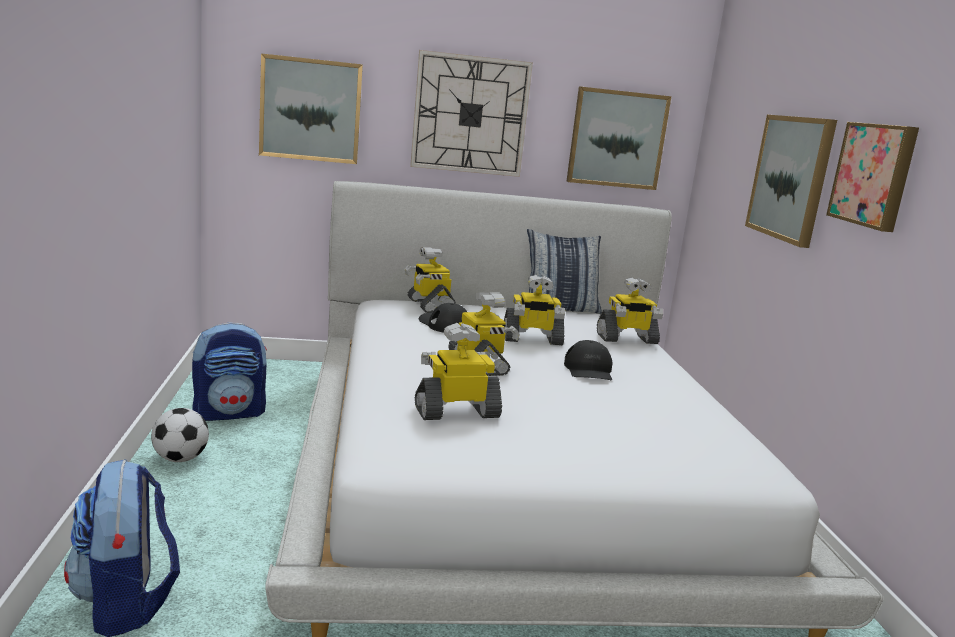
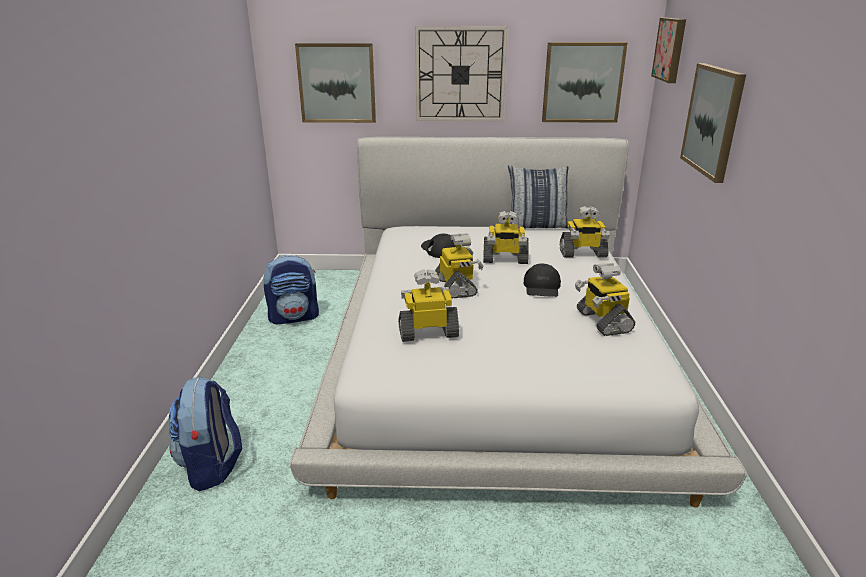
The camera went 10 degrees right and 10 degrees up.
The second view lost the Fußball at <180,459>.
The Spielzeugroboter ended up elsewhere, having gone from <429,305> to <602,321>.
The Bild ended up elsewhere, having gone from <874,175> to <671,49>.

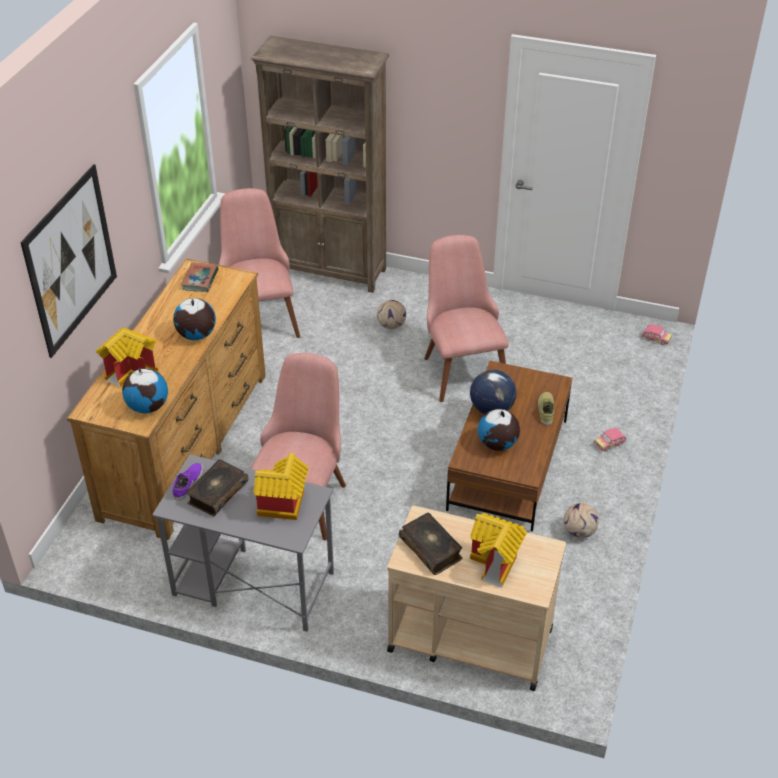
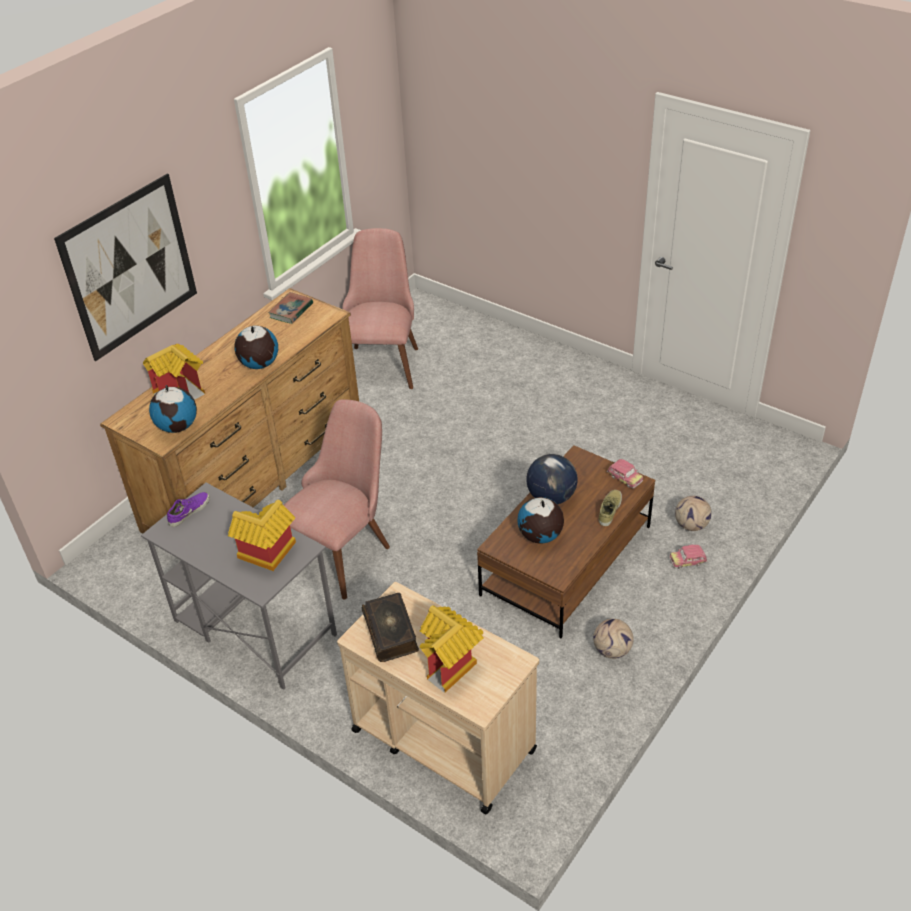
The camera went 20 degrees right and 0 degrees up.
The second view lost the Buch at <217,493>.
The second view lost the Bücherregal [braun] at <330,271>.
The second view lost the Stuhl [rosa] at <461,366>.
The Fußball ended up elsewhere, having gone from <392,325> to <691,525>.
The Spielzeugauto ended up elsewhere, having gone from <656,339> to <624,478>.

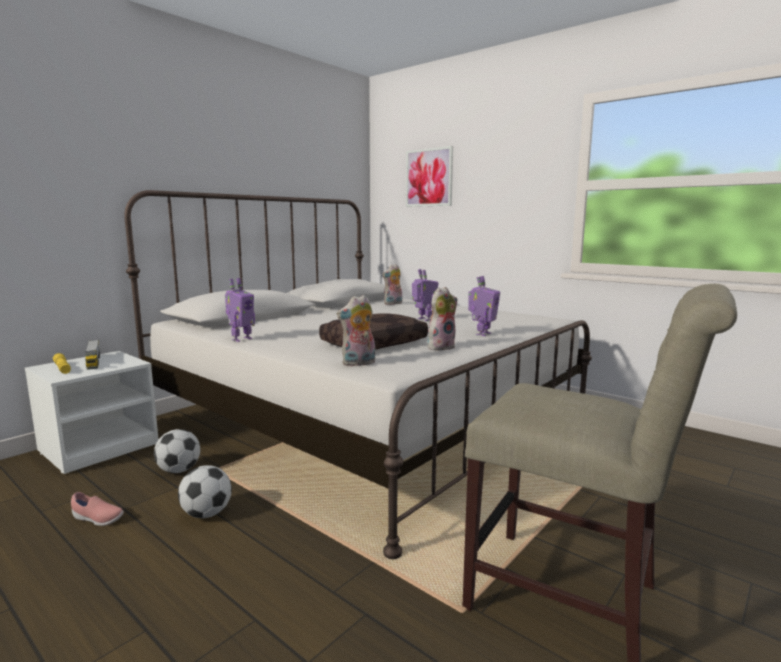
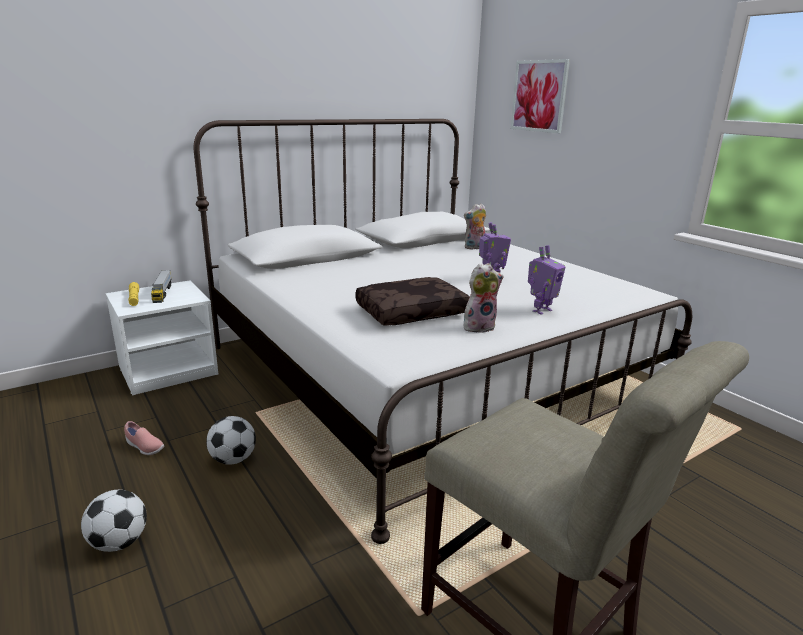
The camera went 15 degrees right and 10 degrees up.
The second view lost the Spielzeugroboter at <241,339>.
The second view lost the Plüschtier at <358,363>.
The Fußball ended up elsewhere, having gone from <179,470> to <119,542>.

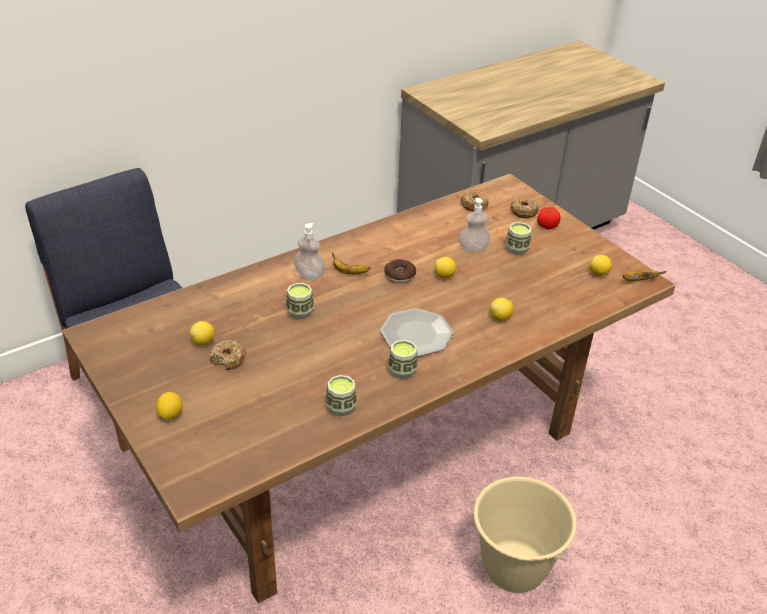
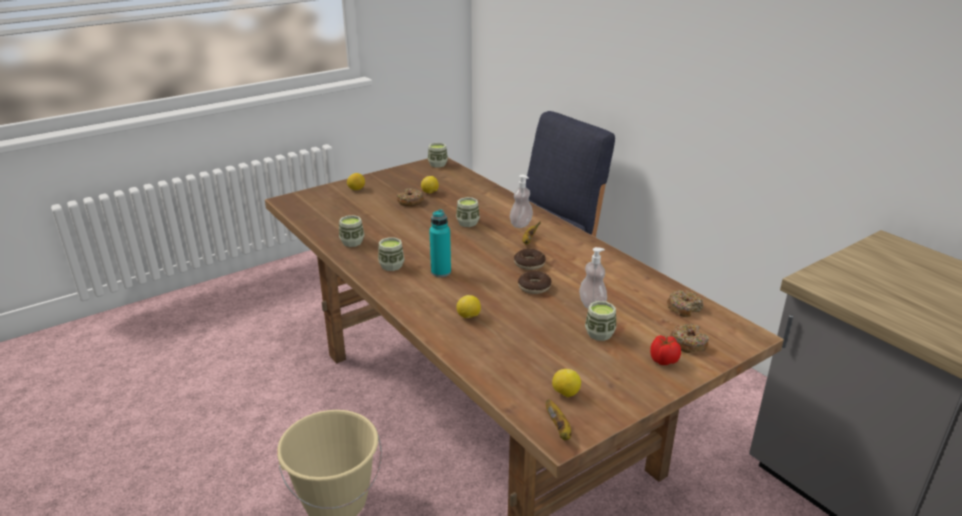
The camera went 90 degrees right and 10 degrees down.
The second view gained the Tasse at <438,164>.
Where the Teller stood at <416,334>, the Flasche [türkis] came to stand at <441,272>.
Where the Zitrone stood at <444,276>, the Donut came to stand at <534,287>.

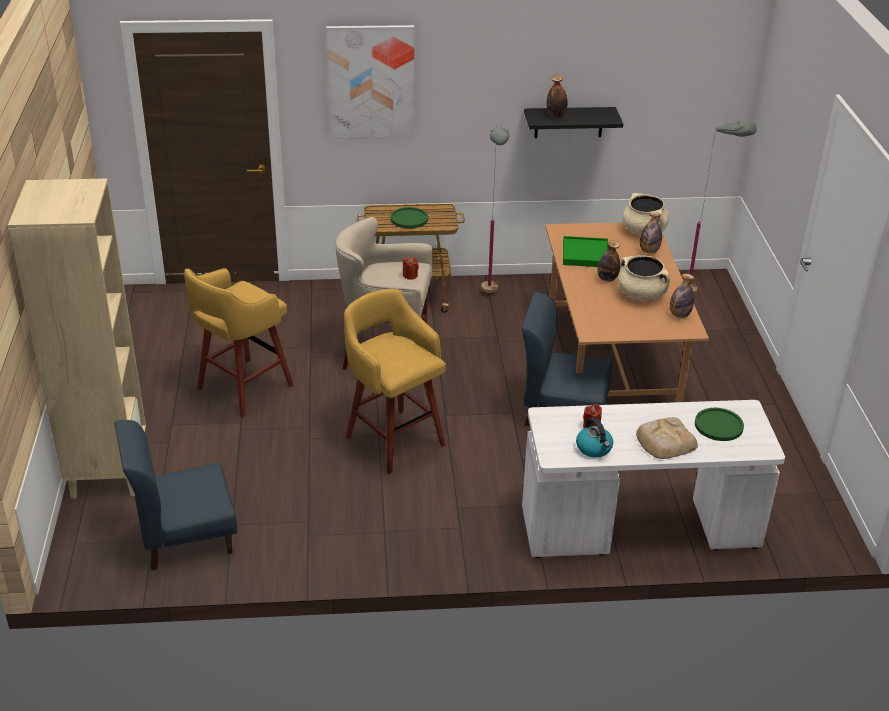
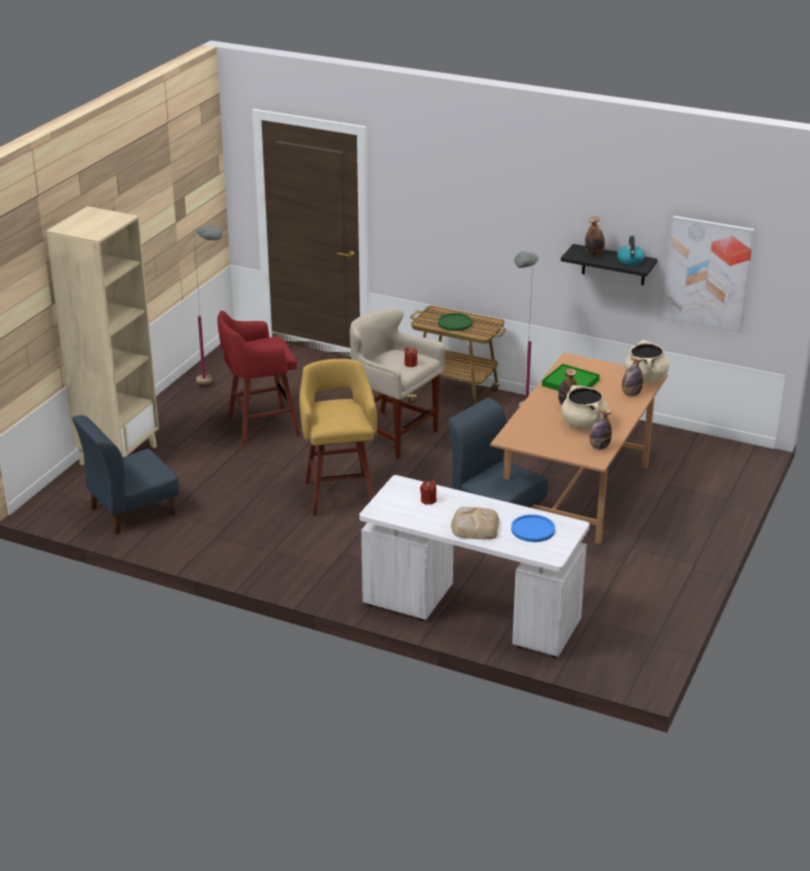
The camera went 30 degrees right and 5 degrees down.
The Bild ended up elsewhere, having gone from <371,82> to <708,273>.
The Wasserkessel ended up elsewhere, having gone from <594,448> to <630,261>.
The Stehlampe [grau] ended up elsewhere, having gone from <702,295> to <214,388>.
What was the Hocker [gelb] at <242,388> turned into the Hocker [rot] at <260,428>.
What was the Teller [grün] at <718,425> turned into the Teller [blau] at <533,529>.
The Stuhl [blau] at <185,537> ended up facing another way, 45 degrees counterclockwise from before.

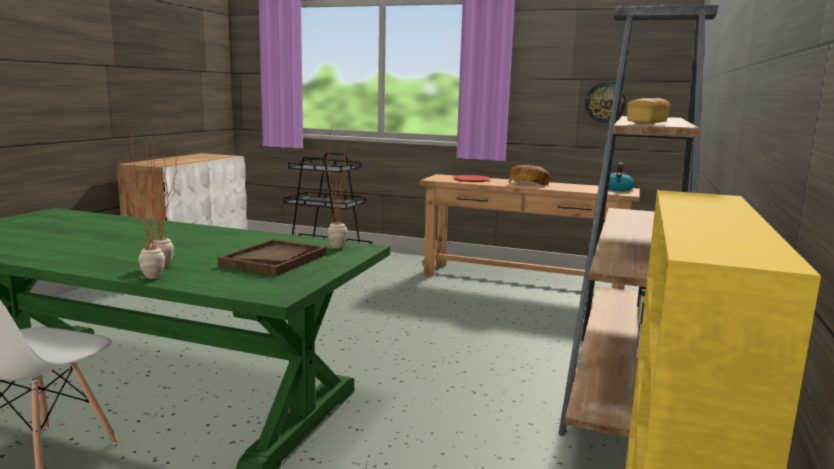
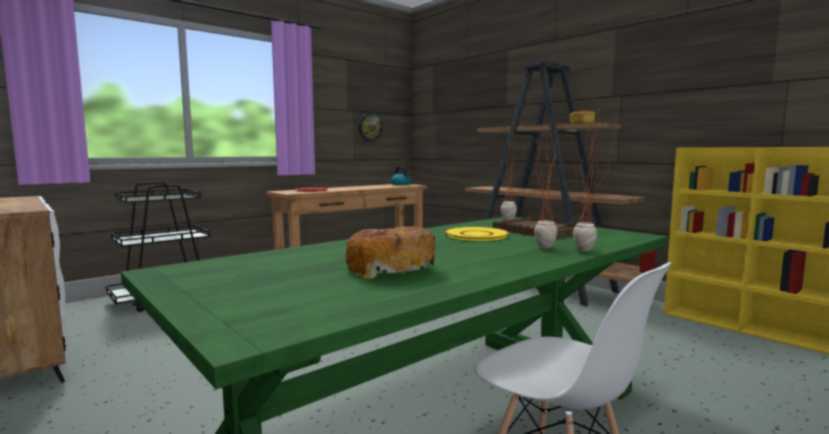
The camera went 60 degrees left and 5 degrees down.
The second view gained the Teller [gelb] at <476,235>.
The Brot ended up elsewhere, having gone from <528,183> to <388,269>.

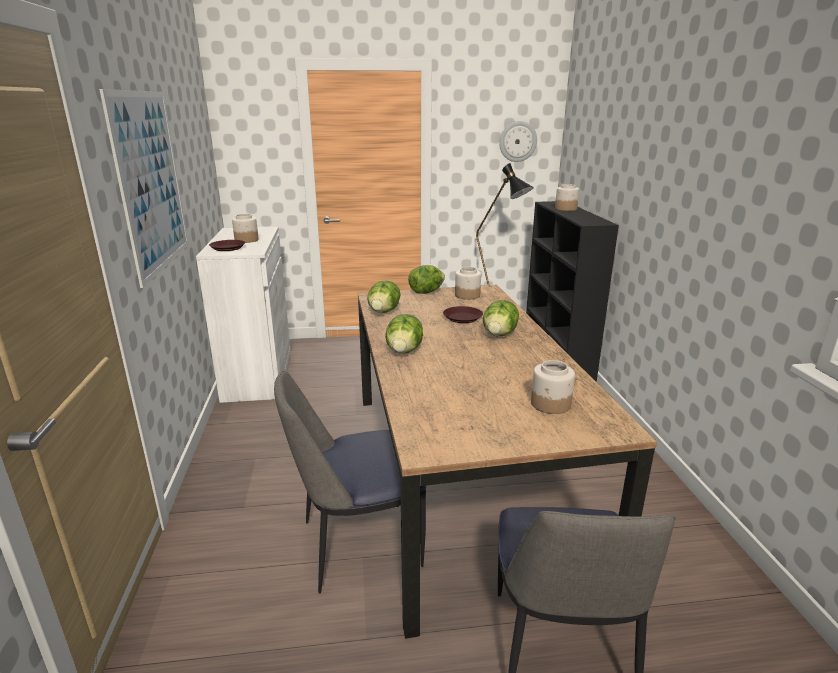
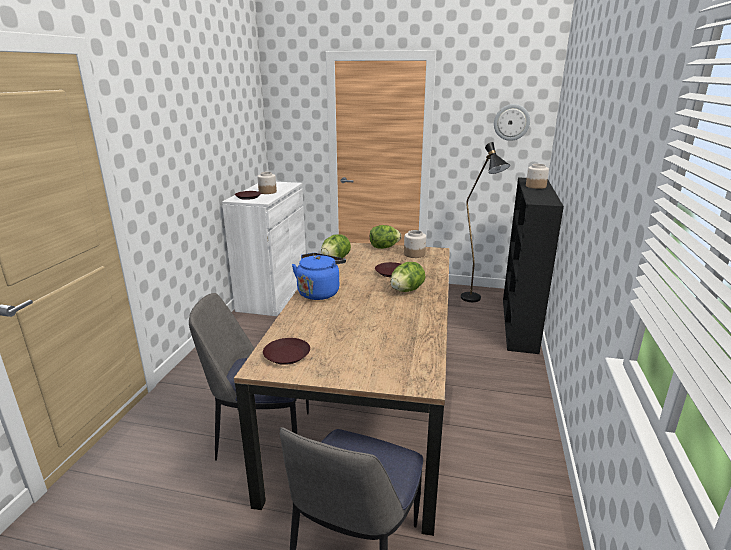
The camera went 20 degrees right and 0 degrees up.
The second view lost the Bild at <151,182>.
The second view lost the Vorratsglas at <551,404>.
The second view gained the Teller [braun] at <287,355>.
Where the Salatkopf stood at <404,351>, the Wasserkessel [blau] came to stand at <319,292>.

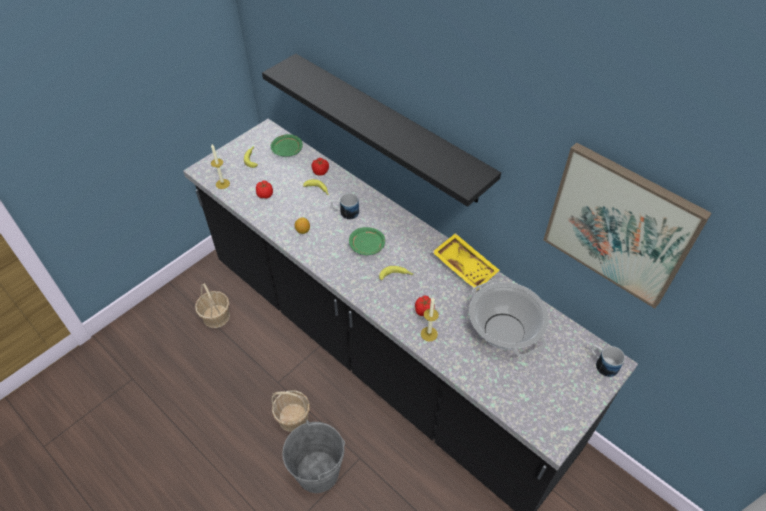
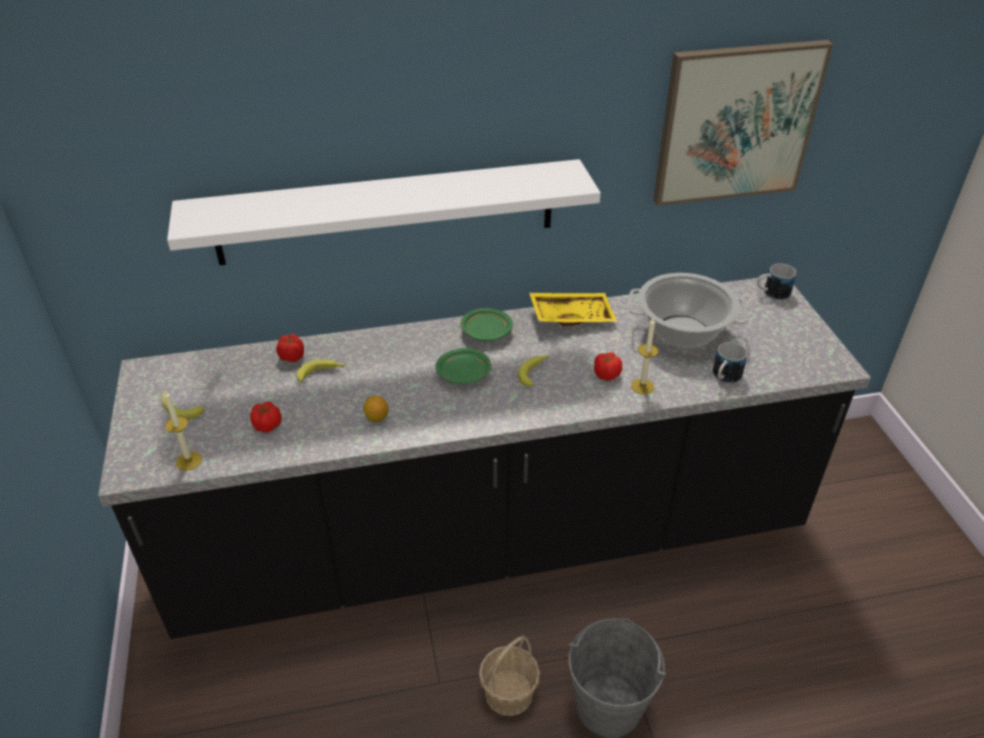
The camera went 55 degrees left and 10 degrees down.
The second view lost the Korb at <216,316>.
The Teller [grün] ended up elsewhere, having gone from <287,150> to <485,332>.
The Henkelbecher ended up elsewhere, having gone from <345,213> to <724,378>.
What was the Wandregal [schwarz] at <388,127> turned into the Wandregal [weiß] at <386,212>.

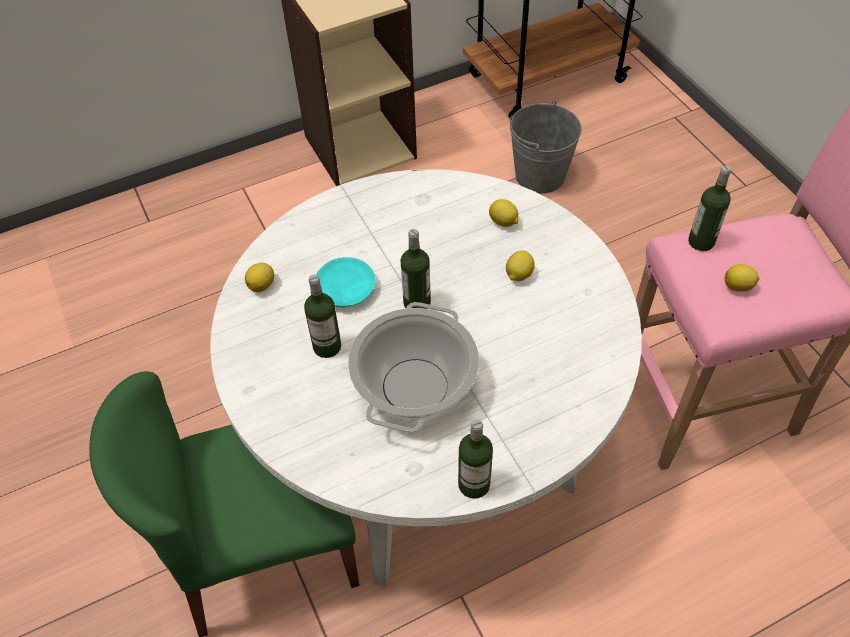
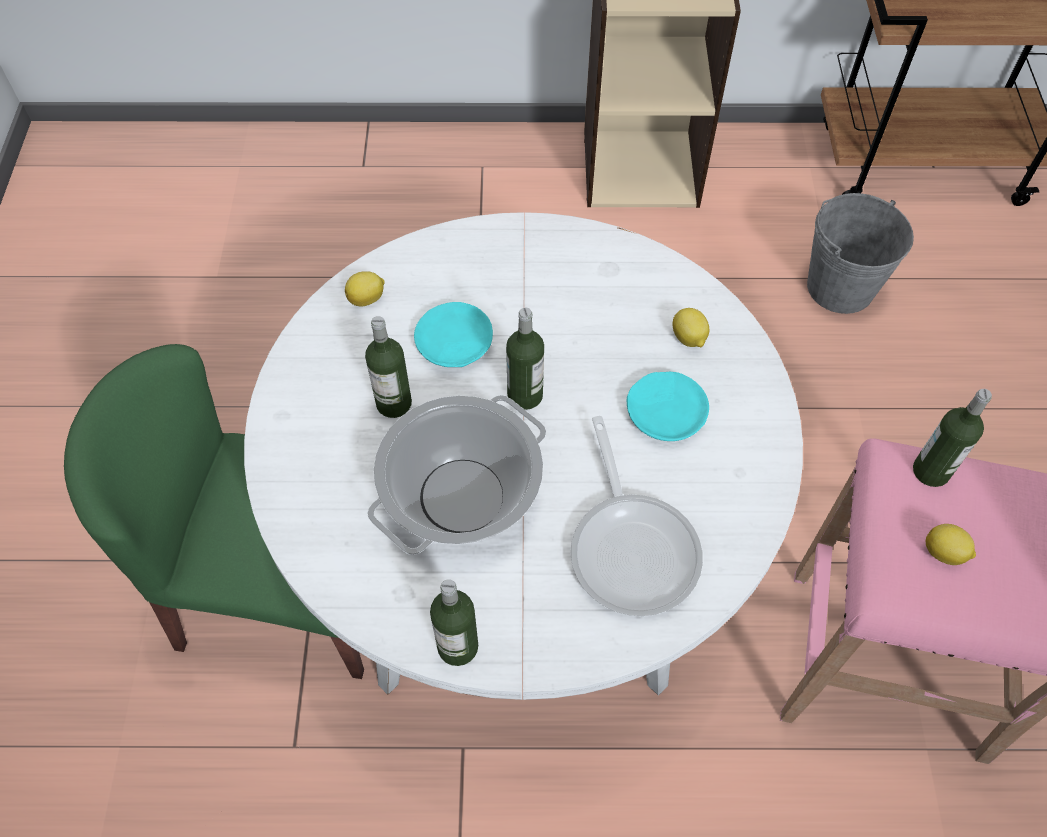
The camera went 25 degrees right and 5 degrees up.
The second view gained the Pfanne at <632,546>.
Where the Zitrone stood at <518,275>, the Teller [türkis] came to stand at <666,413>.

